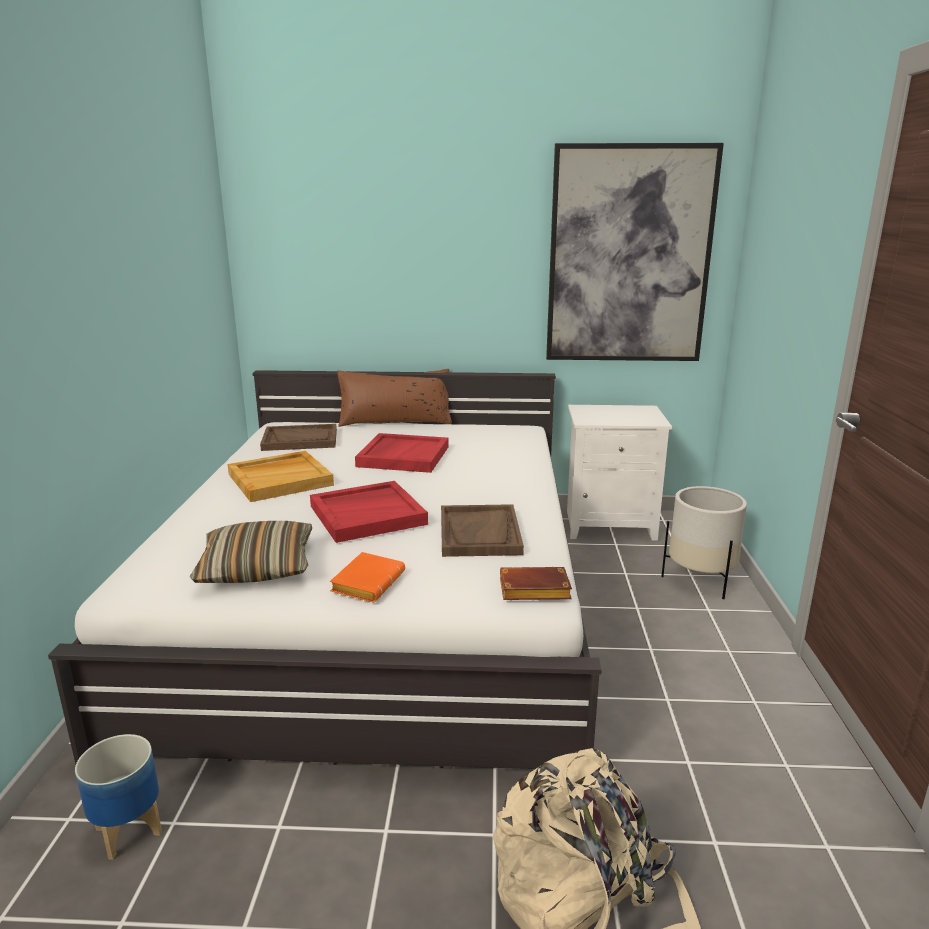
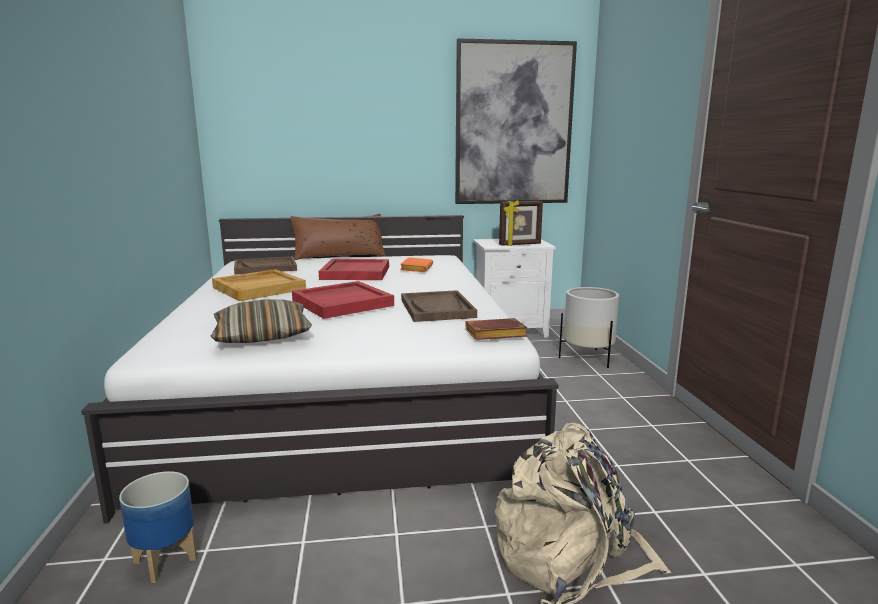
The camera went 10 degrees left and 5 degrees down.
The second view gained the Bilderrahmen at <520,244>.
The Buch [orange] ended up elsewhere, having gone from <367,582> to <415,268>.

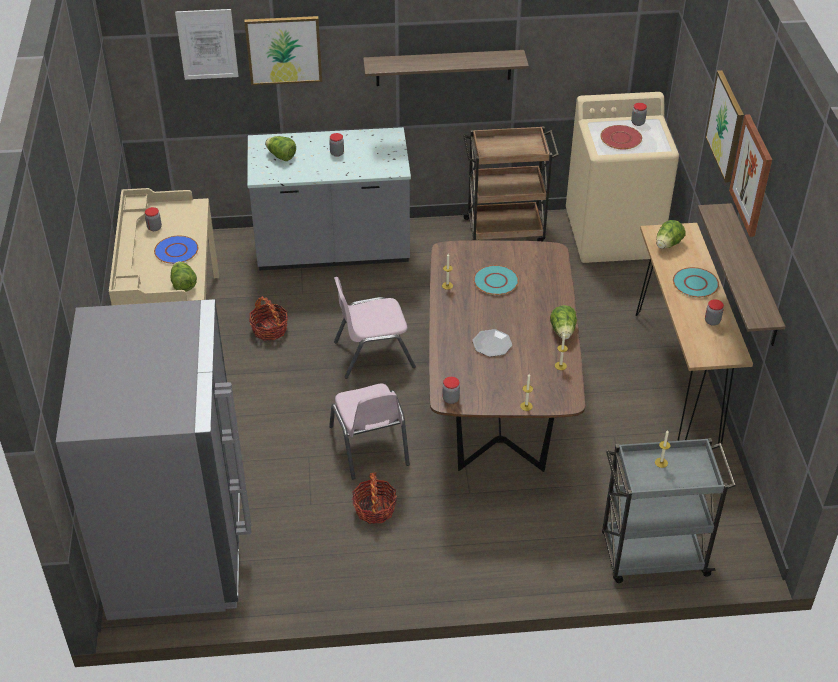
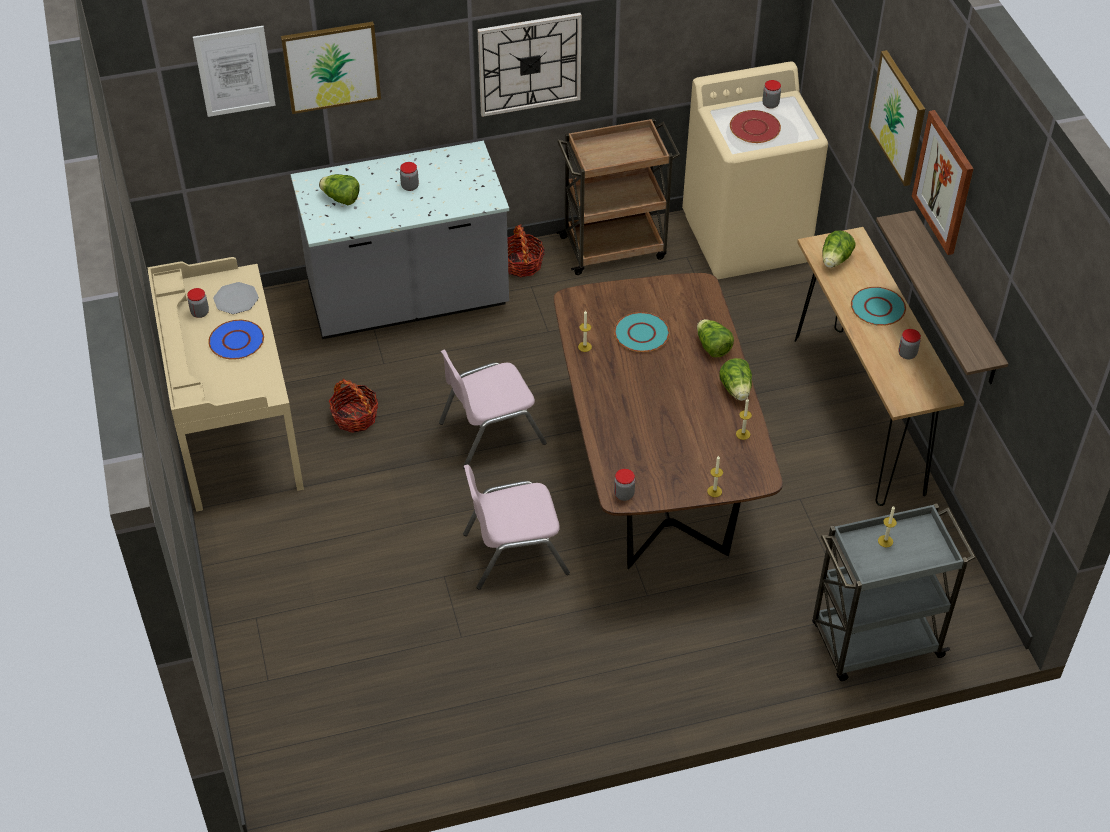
The camera went 10 degrees left and 5 degrees up.
The second view lost the Kühlschrank [grau] at <178,546>.
The Salatkopf ended up elsewhere, having gone from <183,284> to <712,347>.
The Korb ended up elsewhere, having gone from <374,509> to <522,264>.
The Teller ended up elsewhere, having gone from <492,344> to <236,299>.
Where the Wandregal hung at <443,67>, the Wanduhr came to hang at <529,64>.
The Stuhl [rosa] at <369,446> ended up facing another way, 105 degrees clockwise from before.

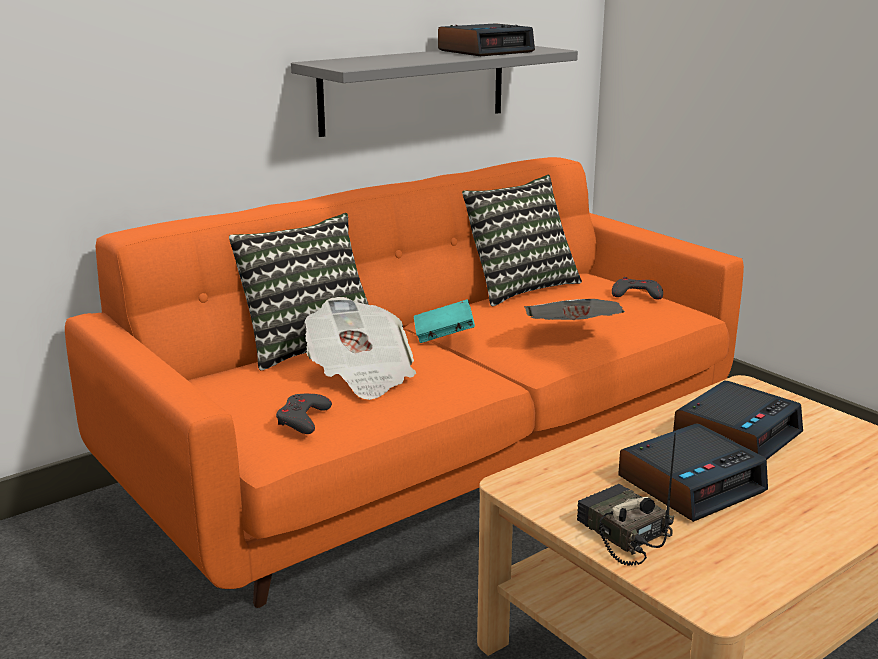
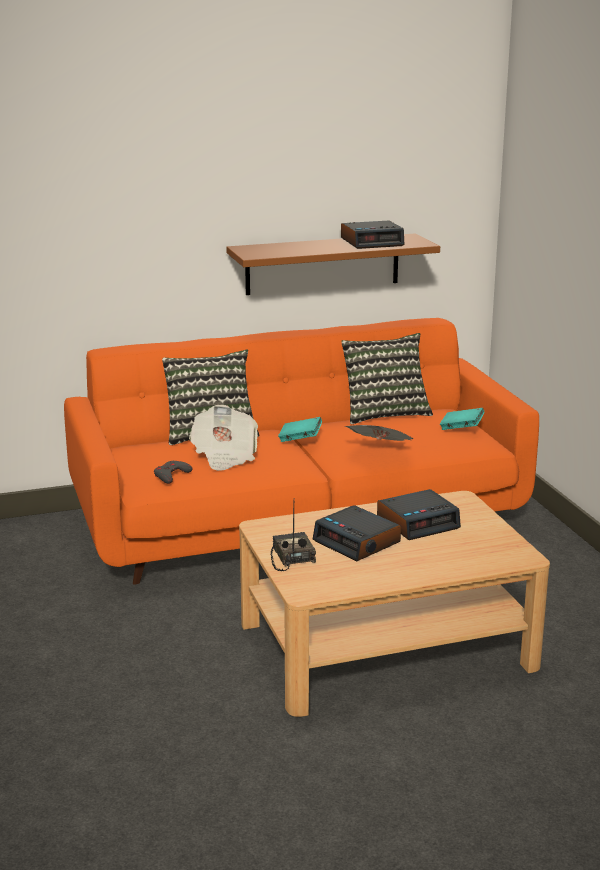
The camera went 20 degrees right and 0 degrees up.
Where the Gamepad [grau] stood at <636,294>, the Buch [türkis] came to stand at <461,428>.
What was the Wandregal [grau] at <414,88> turned into the Wandregal [braun] at <322,264>.
The Wecker at <691,483> ended up facing another way, 60 degrees clockwise from before.

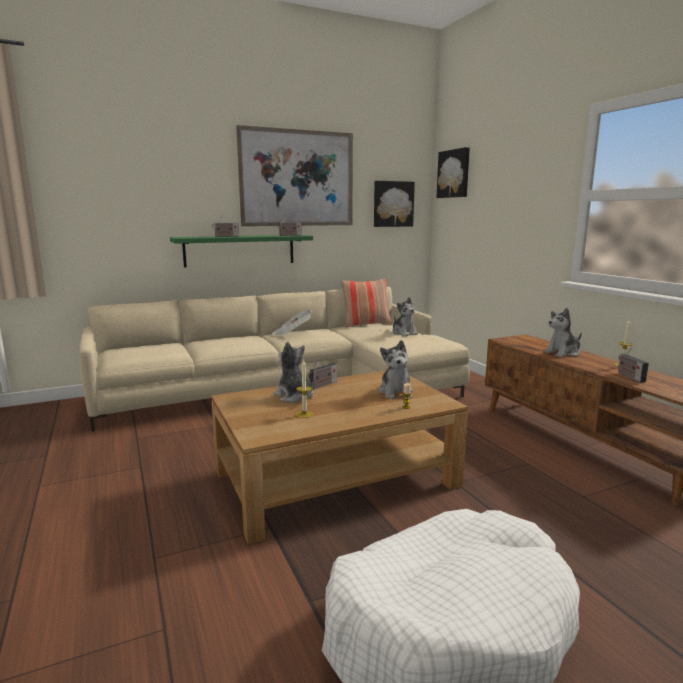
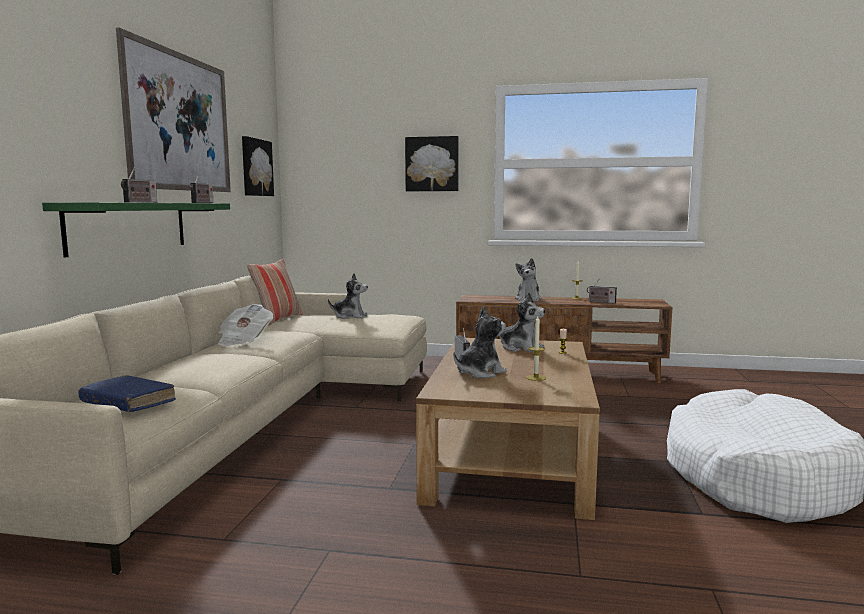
The camera went 55 degrees left and 5 degrees down.
The second view gained the Buch [blau] at <128,403>.
The Bild ended up elsewhere, having gone from <454,174> to <432,164>.
The Plüschtier at <294,396> ended up facing another way, 150 degrees clockwise from before.

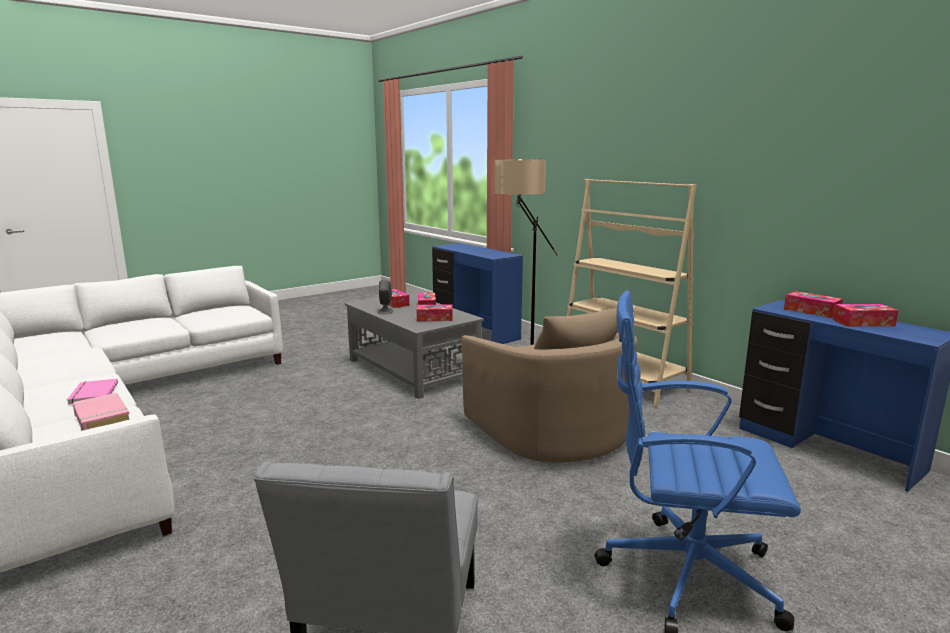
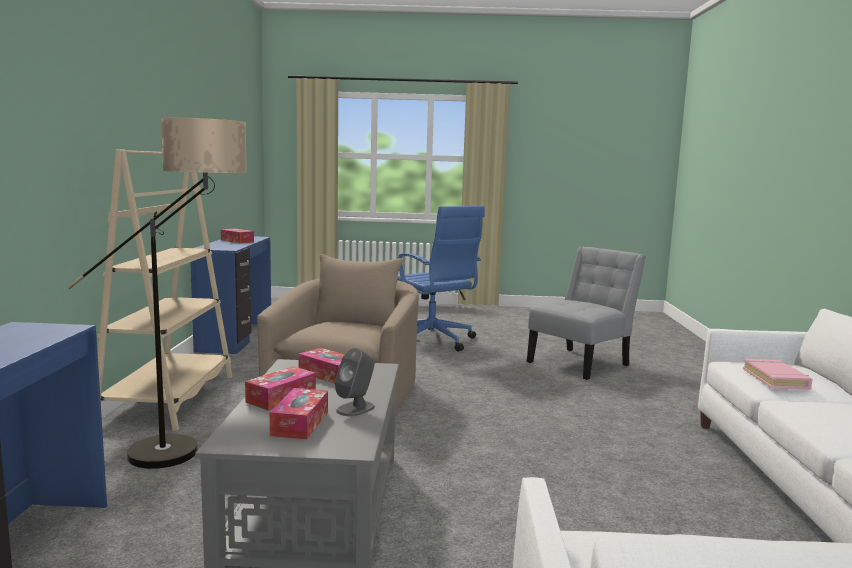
The camera went 140 degrees left and 5 degrees down.
The second view lost the Buch [rosa] at <92,394>.
The second view lost the Taschentuchbox at <811,311>.

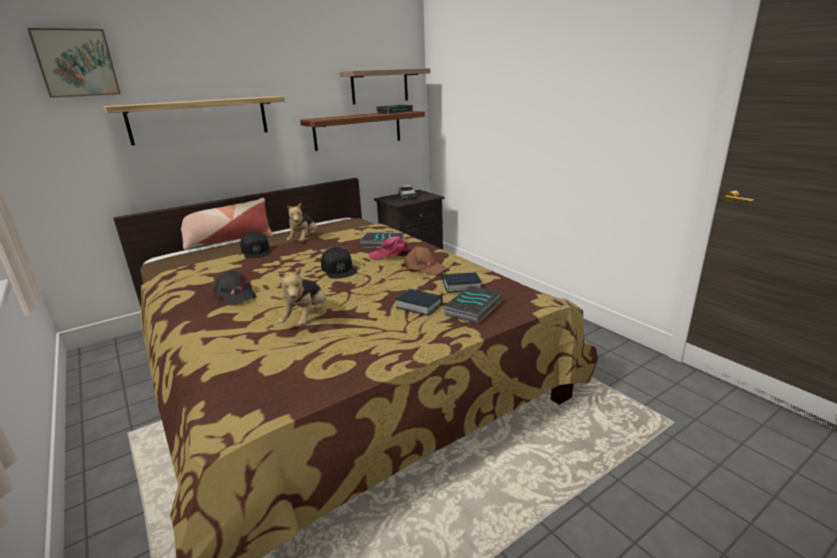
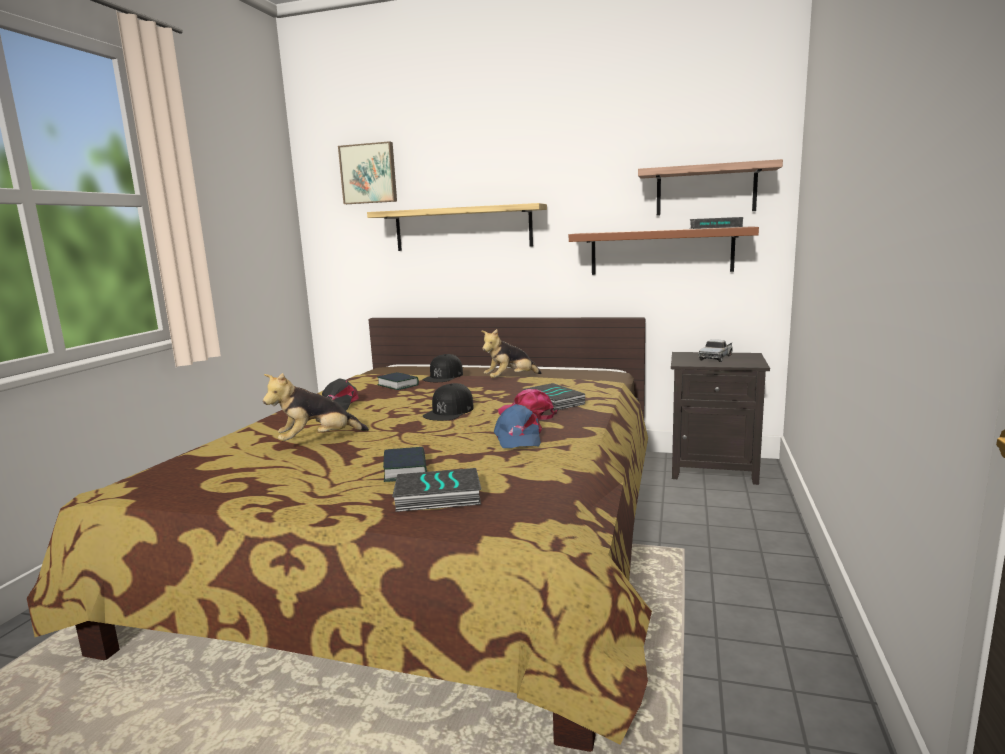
The camera went 50 degrees right and 10 degrees down.
The second view lost the Kissen at <228,240>.
The Buch ended up elsewhere, having gone from <461,286> to <398,385>.
What was the Kappe [braun] at <423,268> turned into the Kappe [blau] at <518,438>.

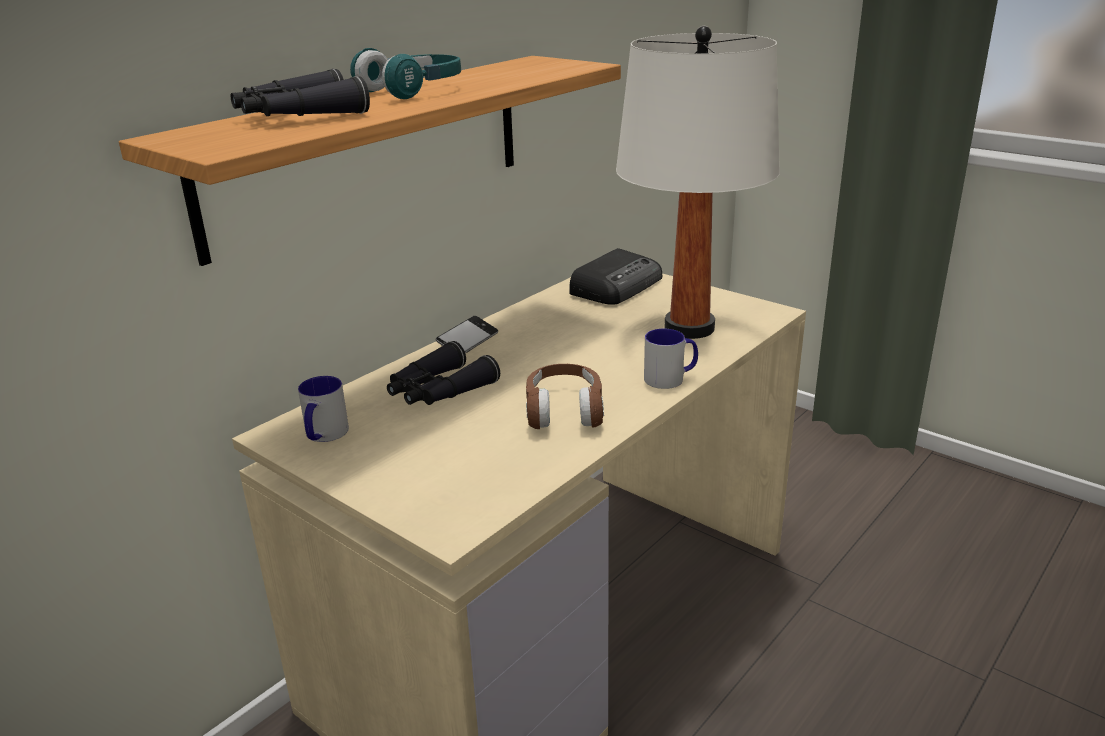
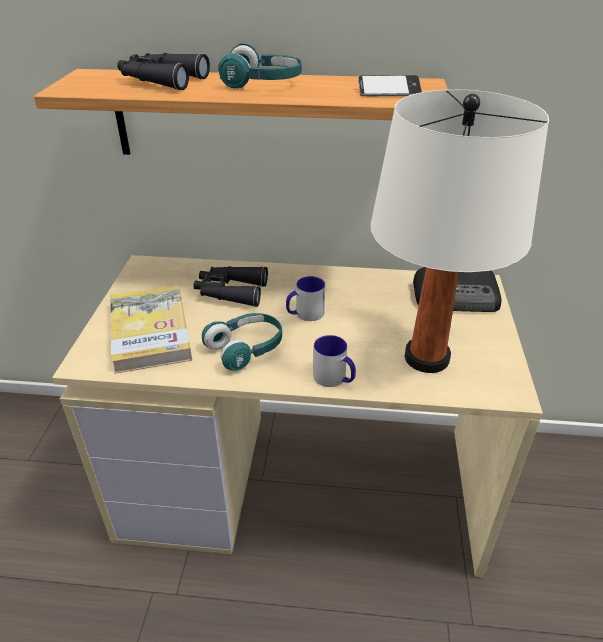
The camera went 55 degrees right and 10 degrees up.
The second view gained the Buch at <150,331>.
The Henkelbecher ended up elsewhere, having gone from <324,435> to <305,314>.
The Handy ended up elsewhere, having gone from <467,341> to <389,92>.
What was the Kopfhörer [braun] at <564,410> turned into the Kopfhörer [türkis] at <246,349>.

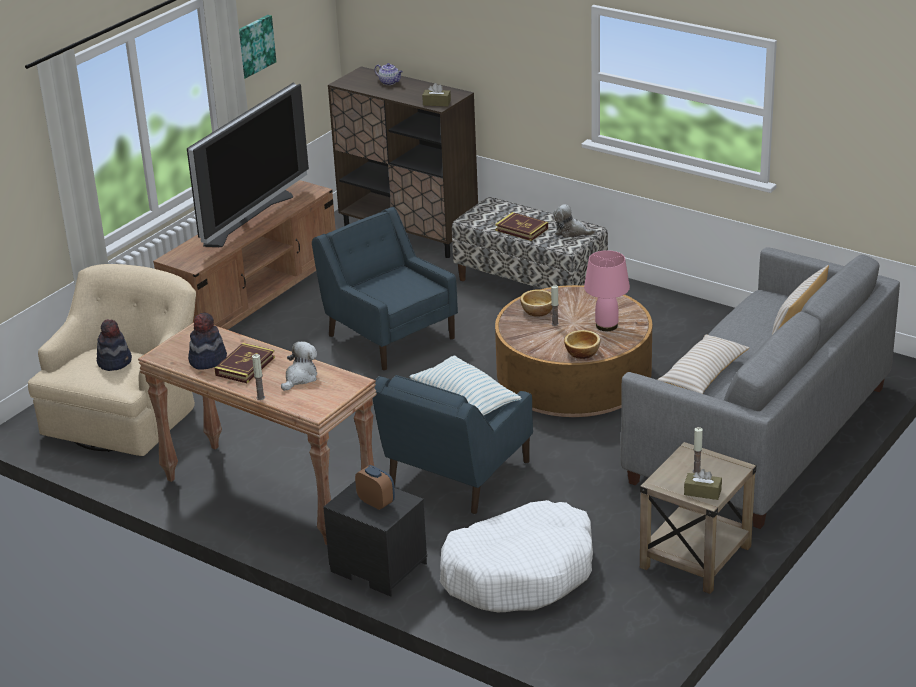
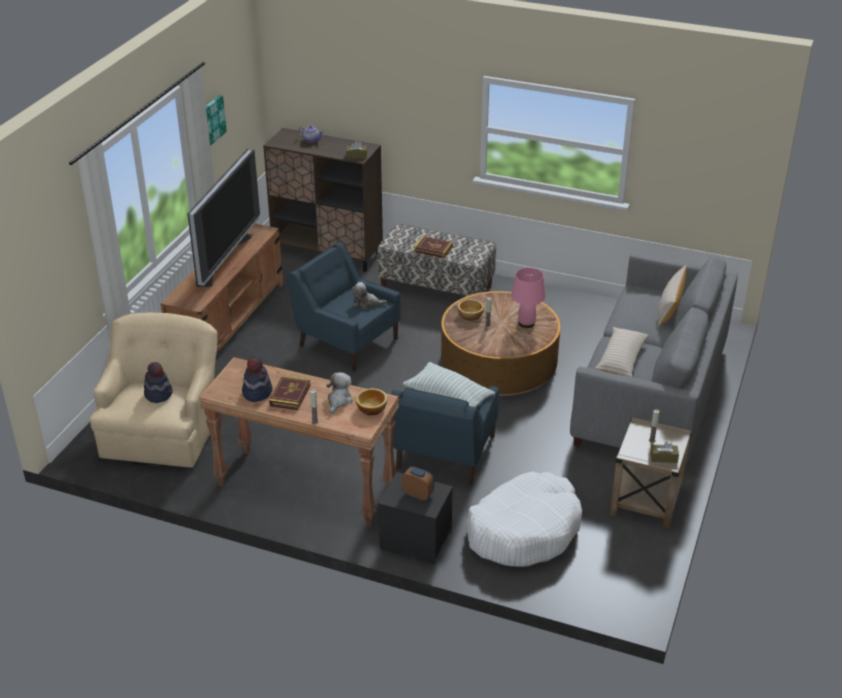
The camera went 15 degrees left and 5 degrees up.
The Plüschtier ended up elsewhere, having gone from <571,232> to <367,303>.
The Schüssel ended up elsewhere, having gone from <582,352> to <371,408>.

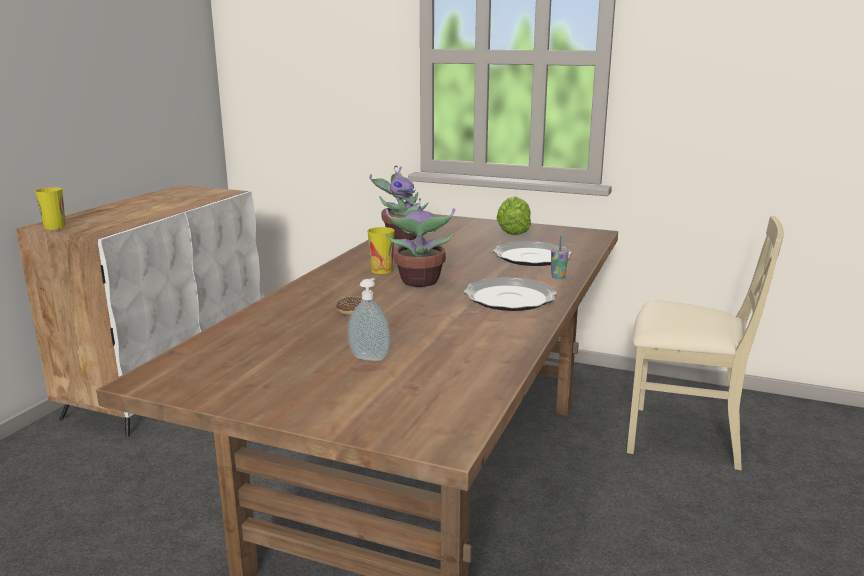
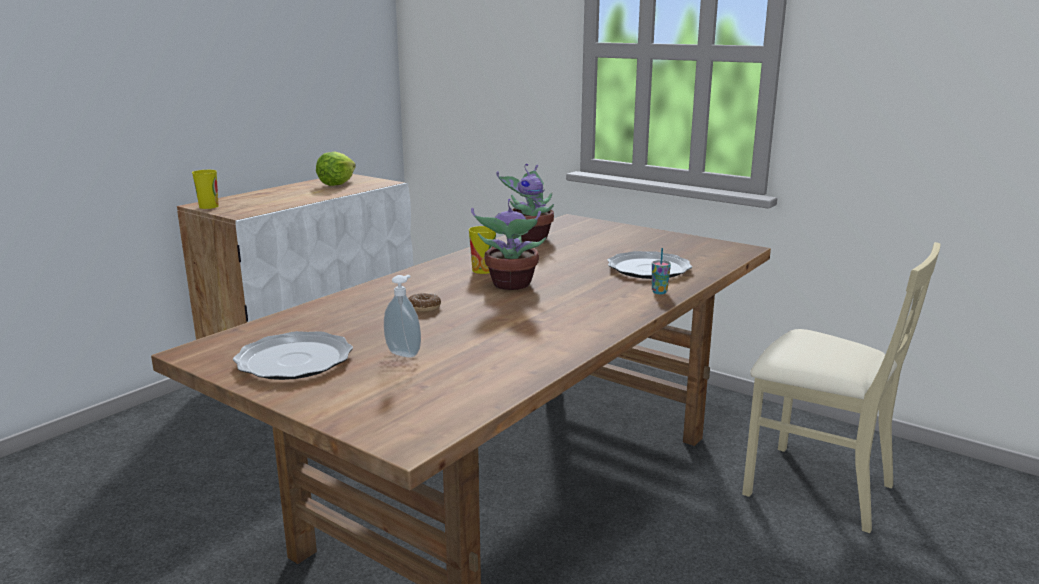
The camera went 15 degrees right and 0 degrees up.
The Teller ended up elsewhere, having gone from <509,298> to <293,360>.
The Salatkopf ended up elsewhere, having gone from <513,231> to <337,183>.

